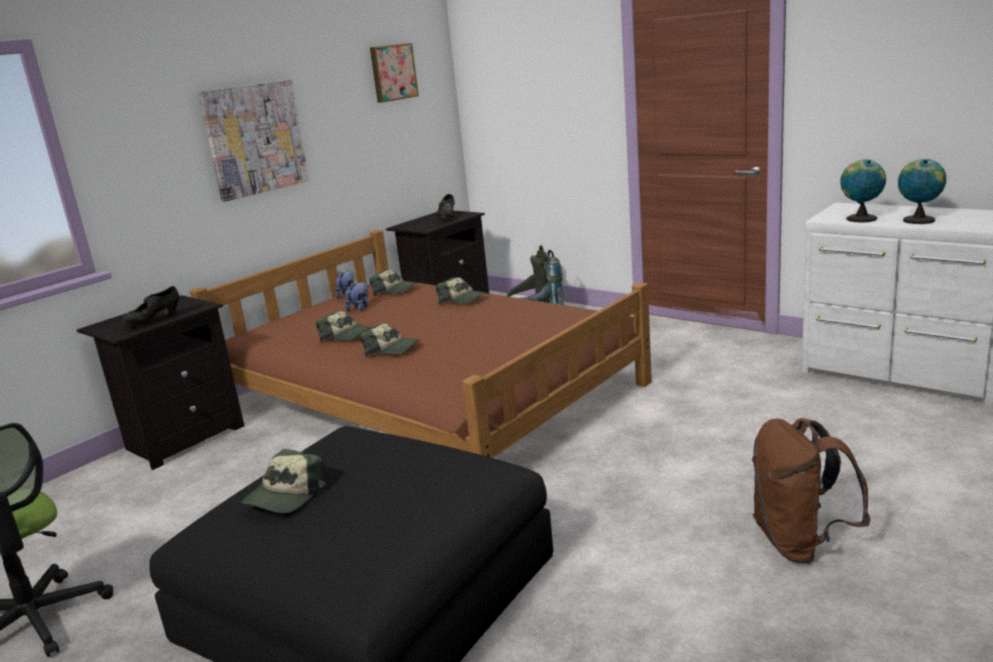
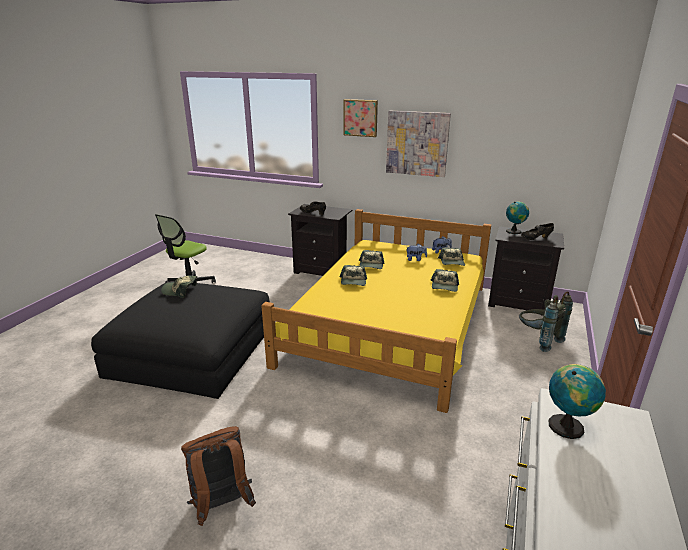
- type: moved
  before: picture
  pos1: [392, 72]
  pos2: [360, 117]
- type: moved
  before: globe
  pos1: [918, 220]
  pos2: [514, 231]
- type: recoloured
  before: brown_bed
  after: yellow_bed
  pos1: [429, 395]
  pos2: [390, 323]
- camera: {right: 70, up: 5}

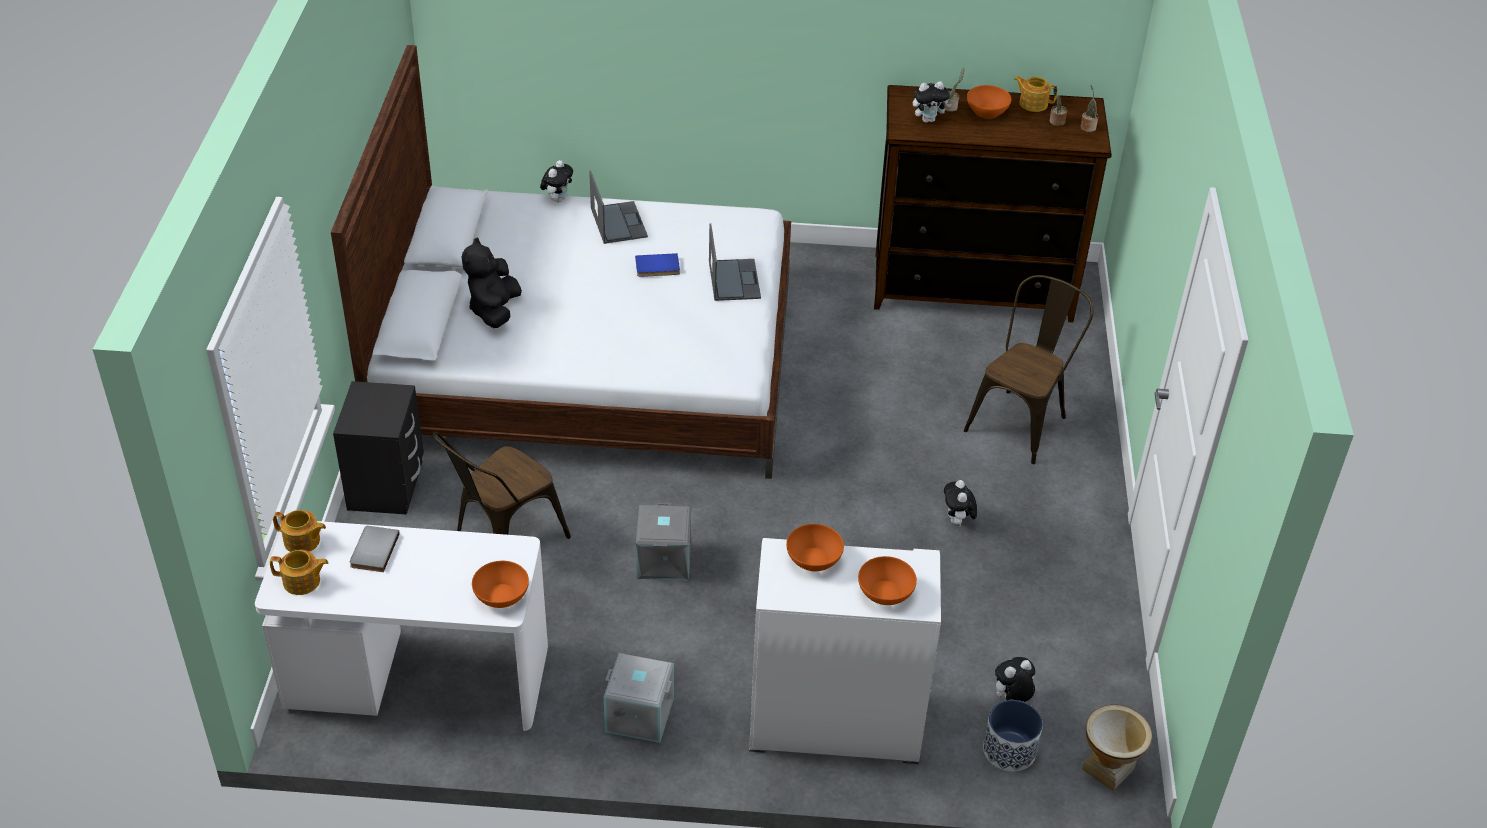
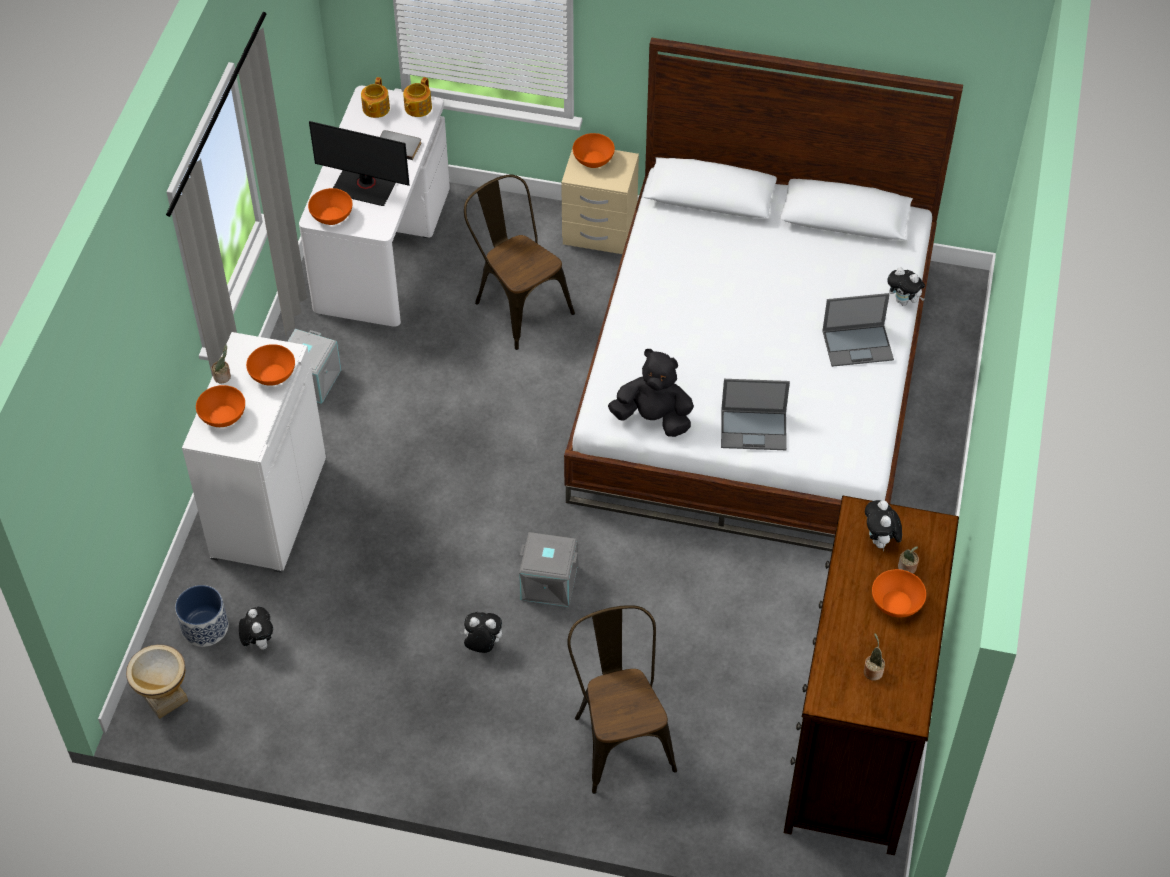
- type: removed
  before: blue_book
  pos1: [657, 268]
- type: removed
  before: teapot
  pos1: [1033, 103]
- type: added
  after: monitor
  pos2: [364, 186]
- type: added
  after: orange_bowl
  pos2: [593, 159]
- type: moved
  before: black_plush_toy
  pos1: [494, 310]
  pos2: [653, 418]
- type: moved
  before: grey_storage_box
  pos1: [665, 561]
  pos2: [548, 584]
- type: moved
  before: potted_plant
  pos1: [1087, 127]
  pos2: [223, 376]
- type: recoloured
  before: black_nightstand
  after: beige_nightstand
  pos1: [386, 486]
  pos2: [599, 231]
- type: turned
  before: brown_chair
  pos1: [1021, 421]
  pos2: [619, 737]
  turn: -150
- camera: {right: 100, up: 10}

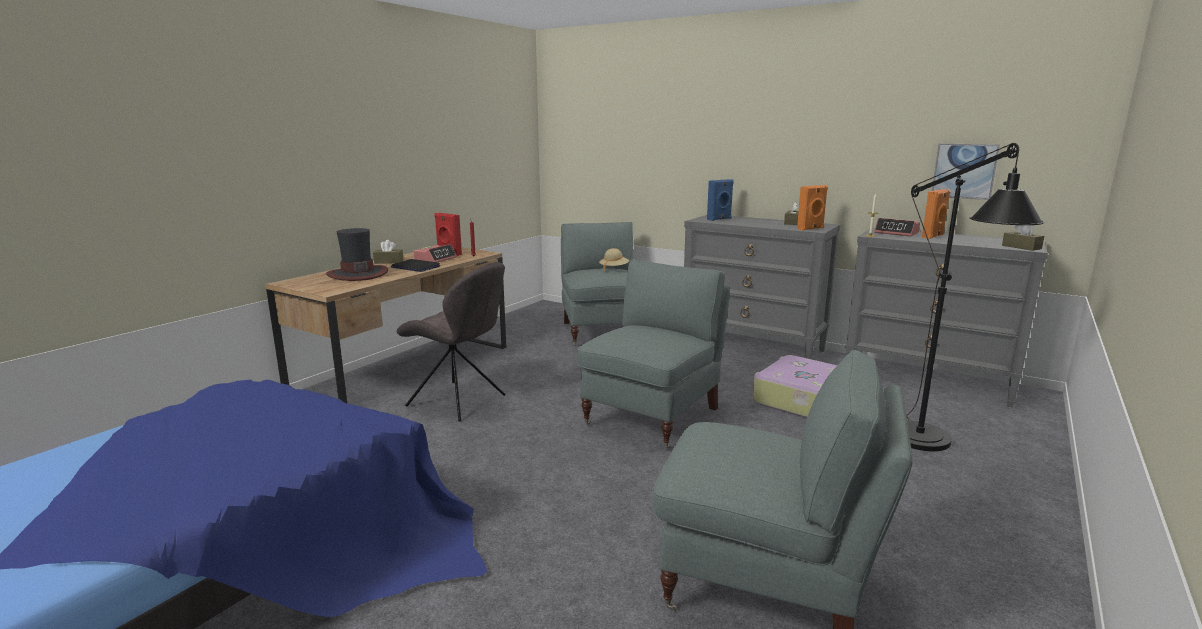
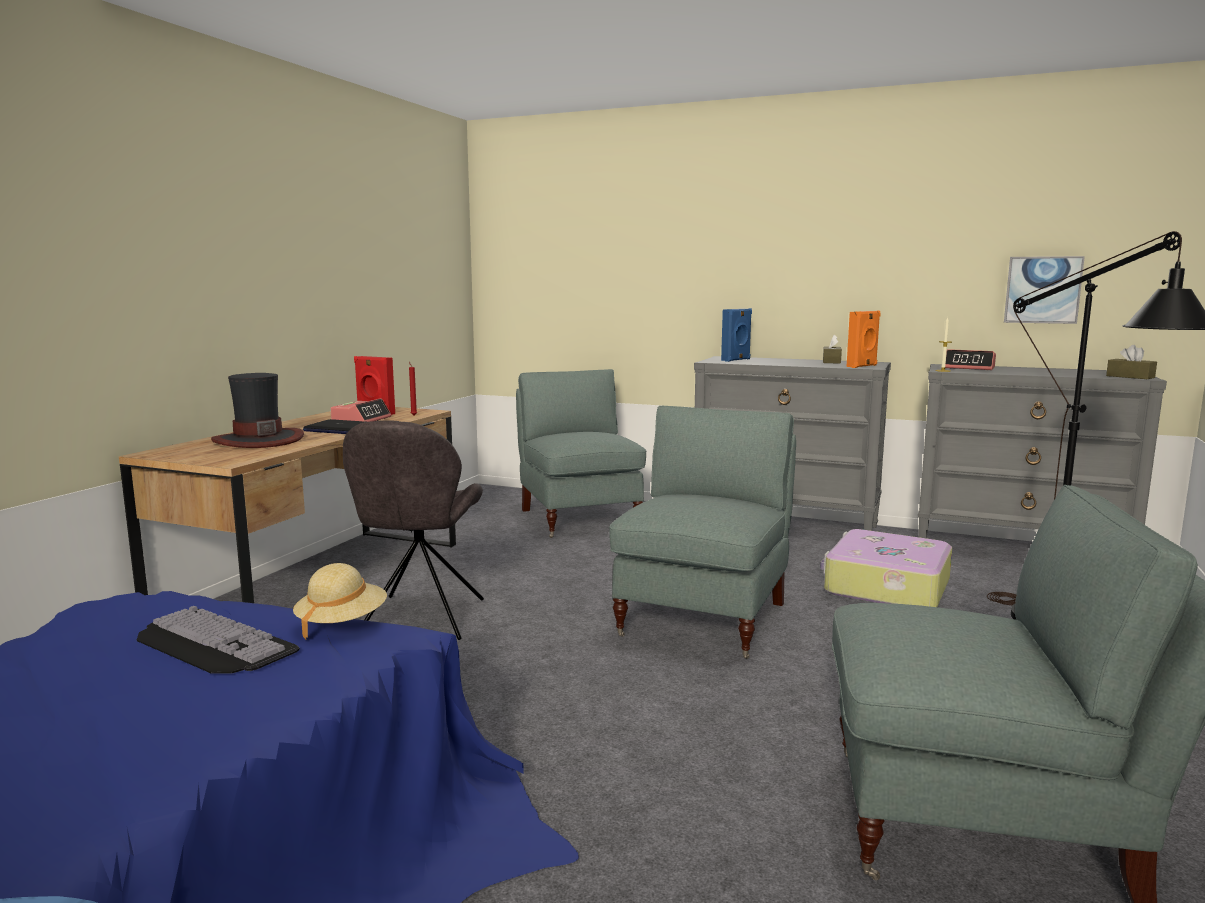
- type: removed
  before: brown_tissue_box
  pos1: [388, 262]
- type: removed
  before: orange_speaker
  pos1: [933, 236]
- type: added
  after: keyboard
  pos2: [208, 643]
- type: moved
  before: beige_hat
  pos1: [614, 269]
  pos2: [342, 623]
- type: turned
  before: grey_chair
  pos1: [459, 401]
  pos2: [420, 619]
  turn: 75
- camera: {right: -10, up: -5}

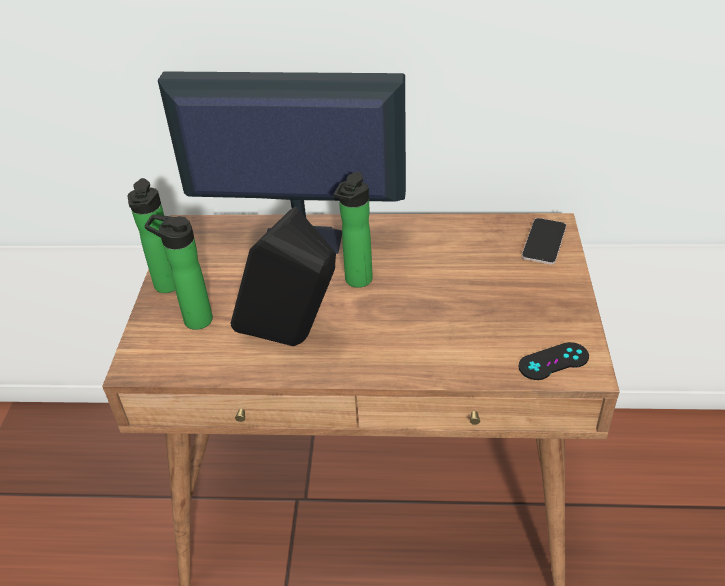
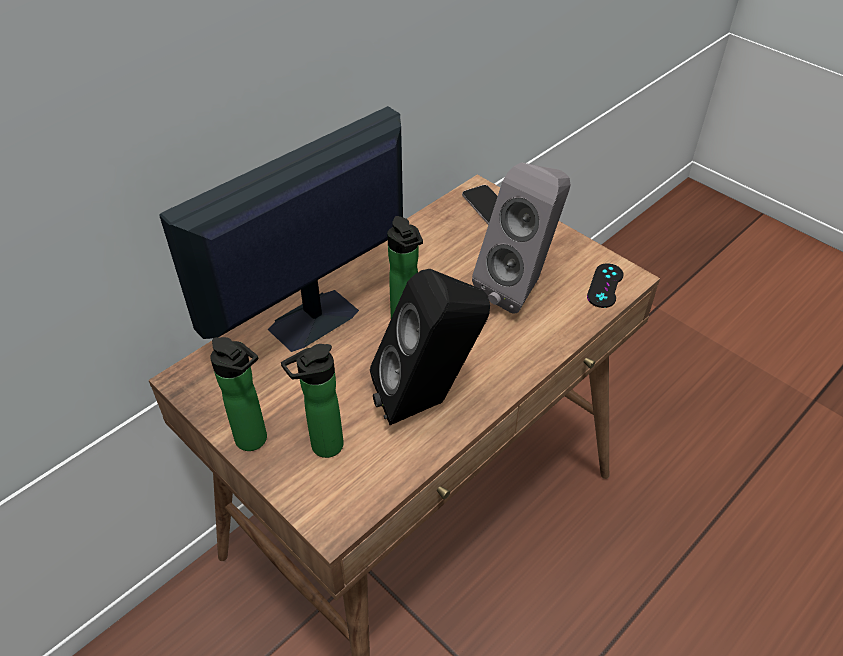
- type: added
  after: grey_speaker
  pos2: [520, 288]
- camera: {right: -50, up: 5}

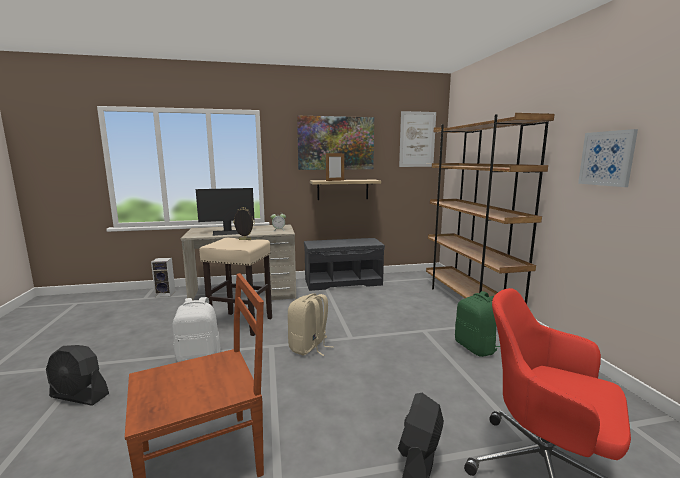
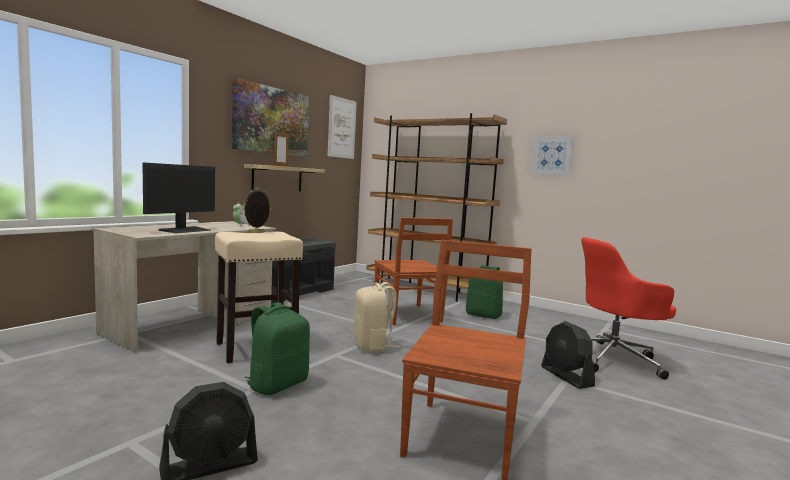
- type: removed
  before: speaker
  pos1: [166, 294]
- type: added
  after: brown_chair
  pos2: [407, 315]
- type: recoloured
  before: white_backpack
  after: green_backpack
  pos1: [199, 356]
  pos2: [277, 384]
- camera: {right: -45, up: -5}

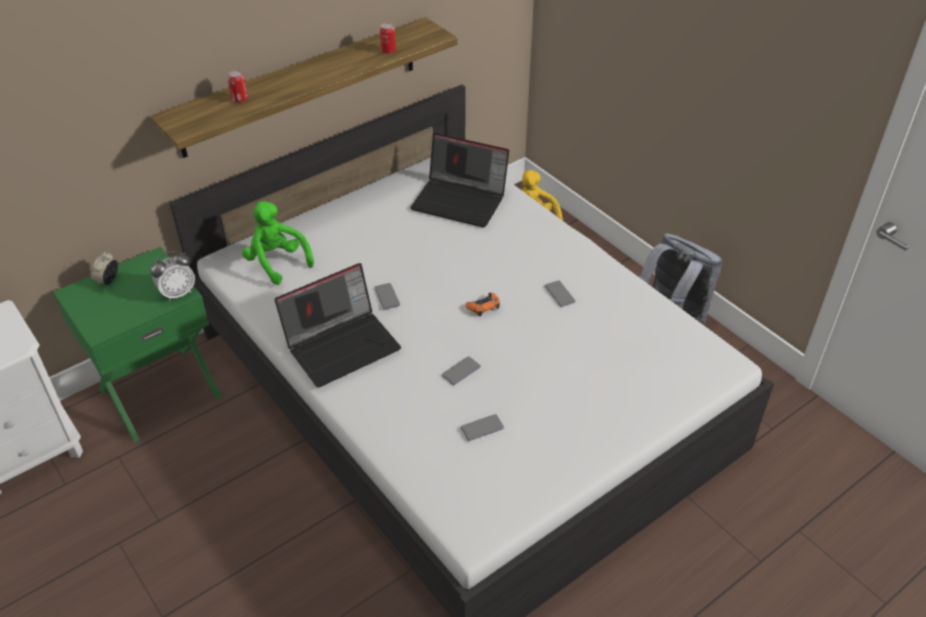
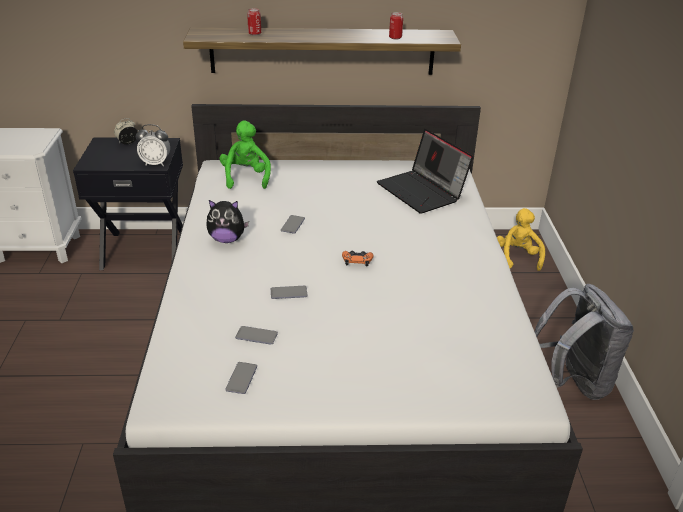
- type: moved
  before: phone
  pos1: [559, 294]
  pos2: [241, 378]
- type: replaced
  before: laptop
  after: plush_toy
  pos1: [342, 345]
  pos2: [227, 239]
- type: recoloured
  before: green_nightstand
  after: black_nightstand
  pos1: [159, 391]
  pos2: [144, 249]
- camera: {right: 35, up: -10}

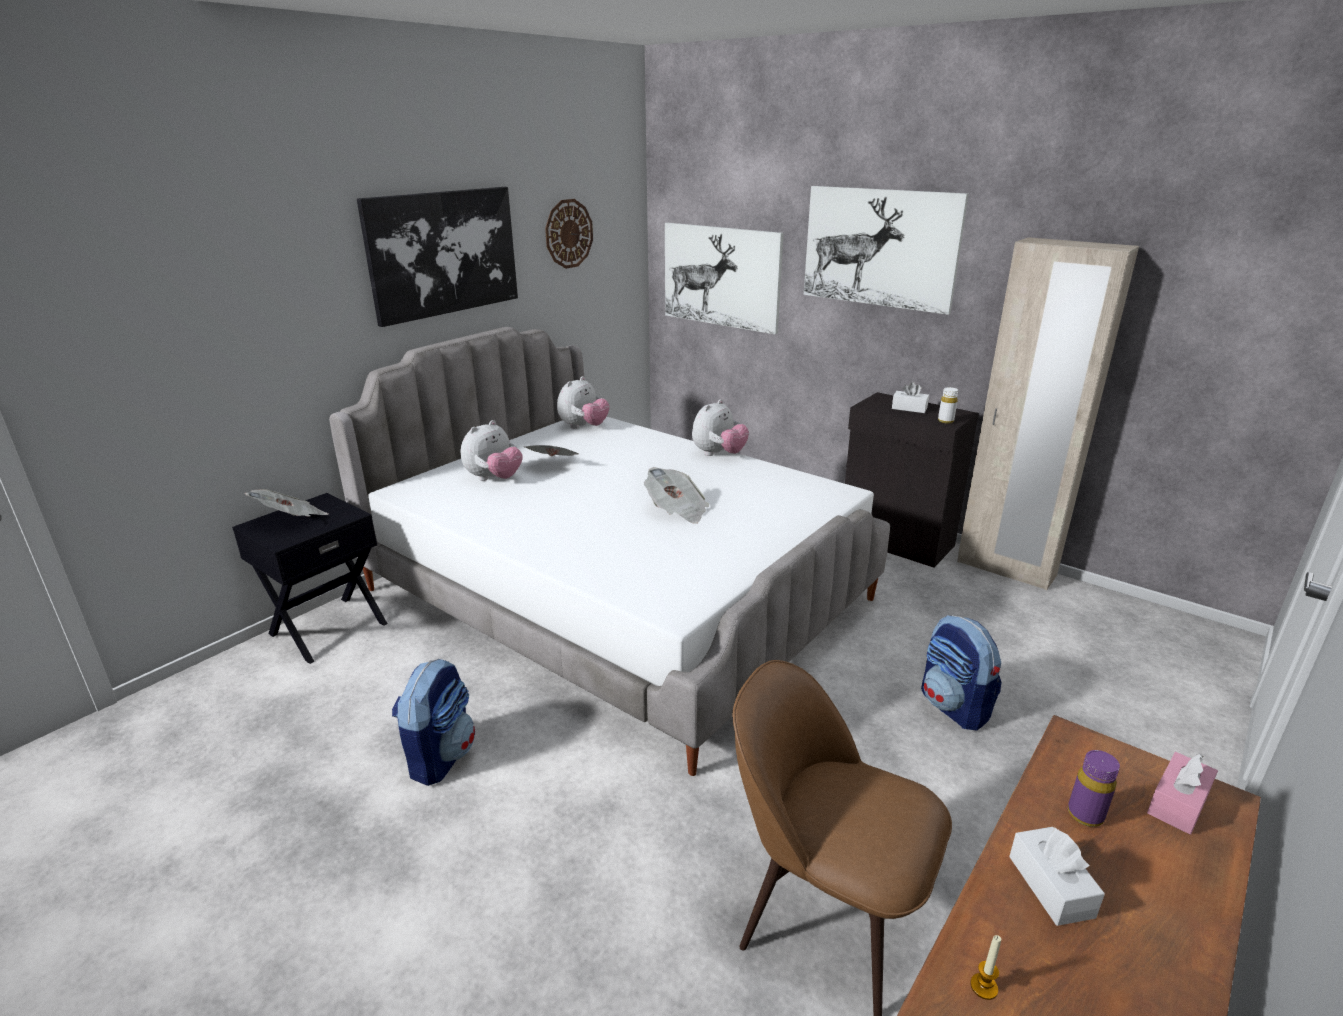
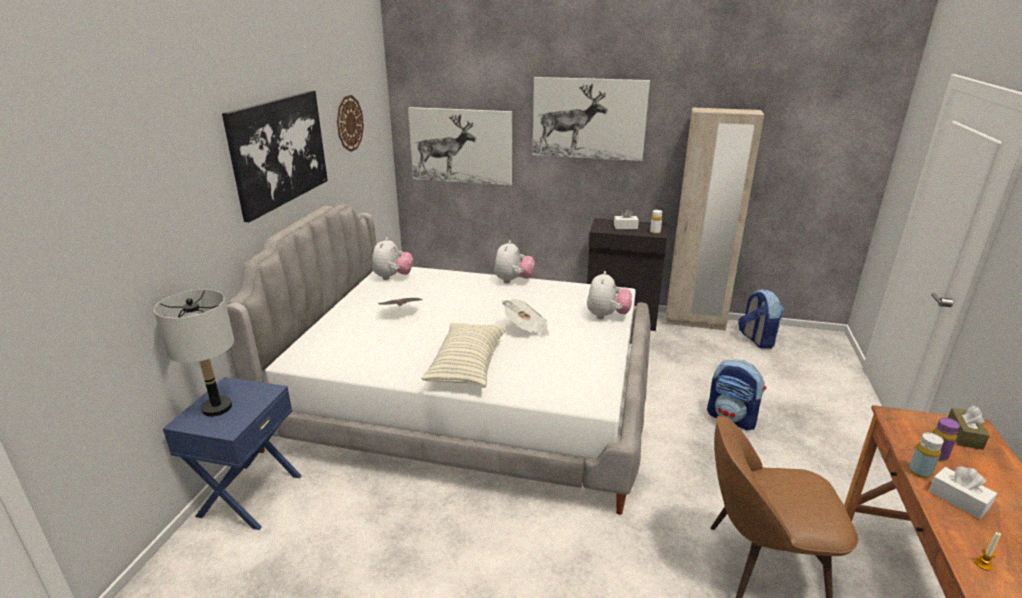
- type: added
  after: pillow
  pos2: [467, 366]
- type: added
  after: yellow_bottle
  pos2: [919, 472]
- type: moved
  before: backpack
  pos1: [440, 756]
  pos2: [756, 339]
- type: moved
  before: plush_toy
  pos1: [494, 479]
  pos2: [607, 316]
- type: replaced
  before: newspaper
  after: grey_table_lamp
  pos1: [292, 519]
  pos2: [217, 408]
- type: recoloured
  before: black_nightstand
  after: blue_nightstand
  pos1: [327, 628]
  pos2: [249, 495]
- type: recoloured
  before: pink_tissue_box
  after: brown_tissue_box
  pos1: [1178, 803]
  pos2: [964, 435]
- camera: {right: -25, up: 0}

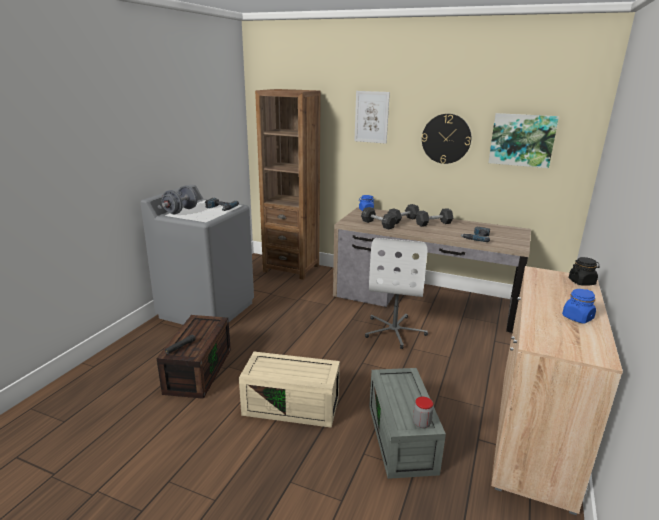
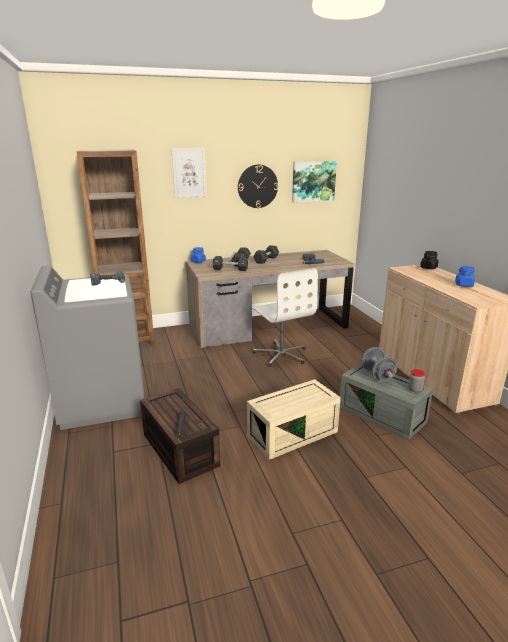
- type: moved
  before: grey_dumbbell
  pos1: [181, 211]
  pos2: [377, 375]
- camera: {right: -40, up: 0}

